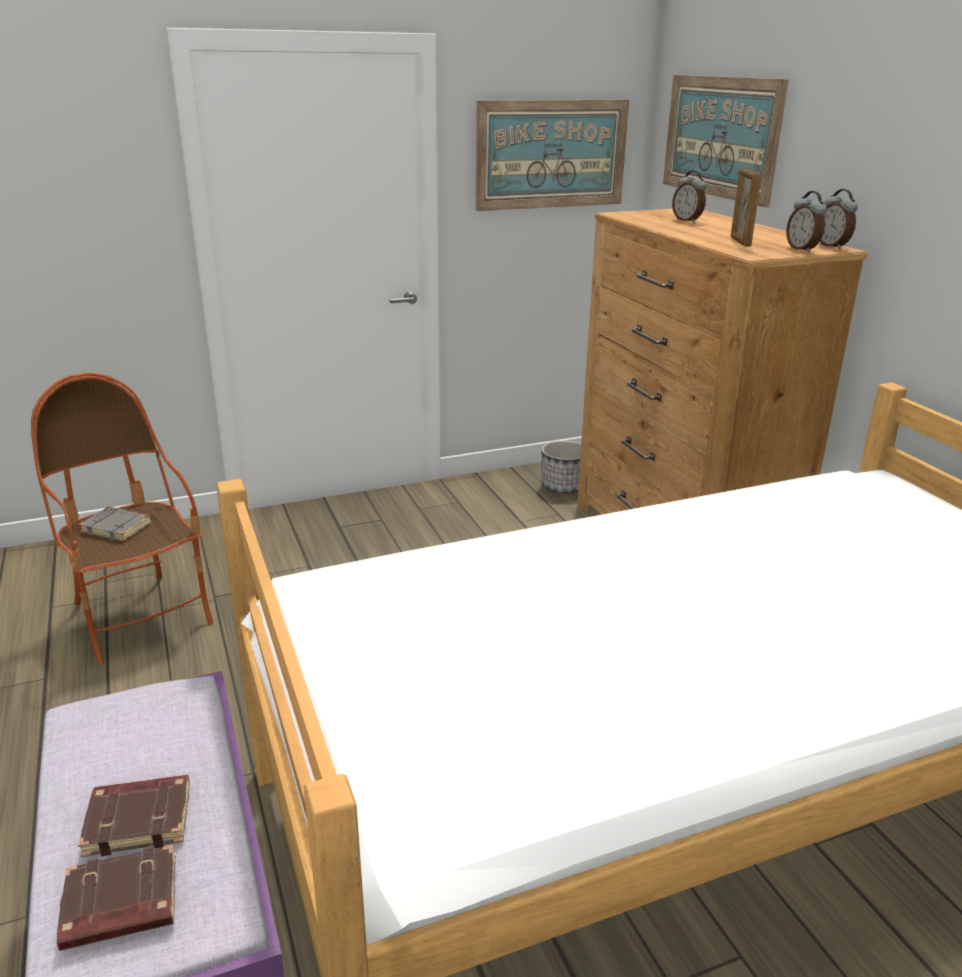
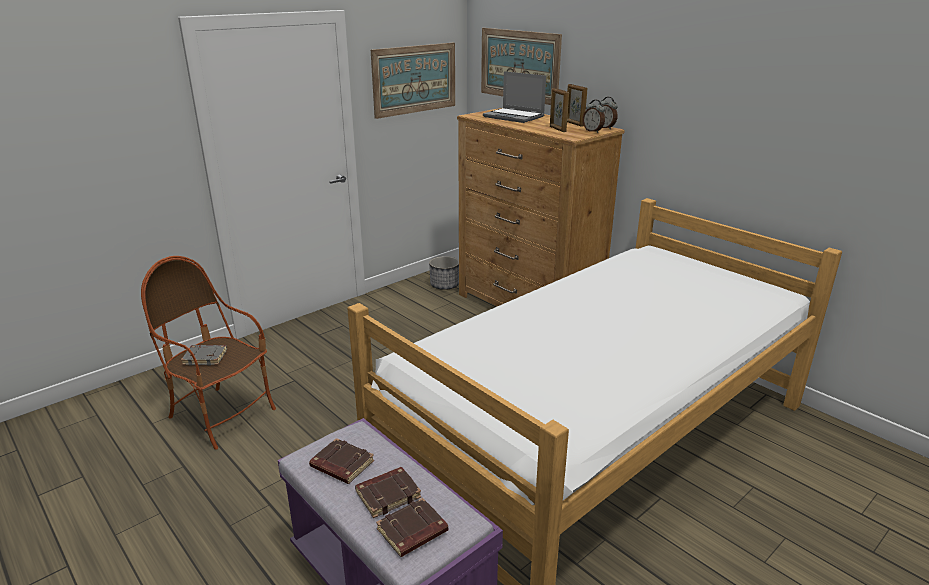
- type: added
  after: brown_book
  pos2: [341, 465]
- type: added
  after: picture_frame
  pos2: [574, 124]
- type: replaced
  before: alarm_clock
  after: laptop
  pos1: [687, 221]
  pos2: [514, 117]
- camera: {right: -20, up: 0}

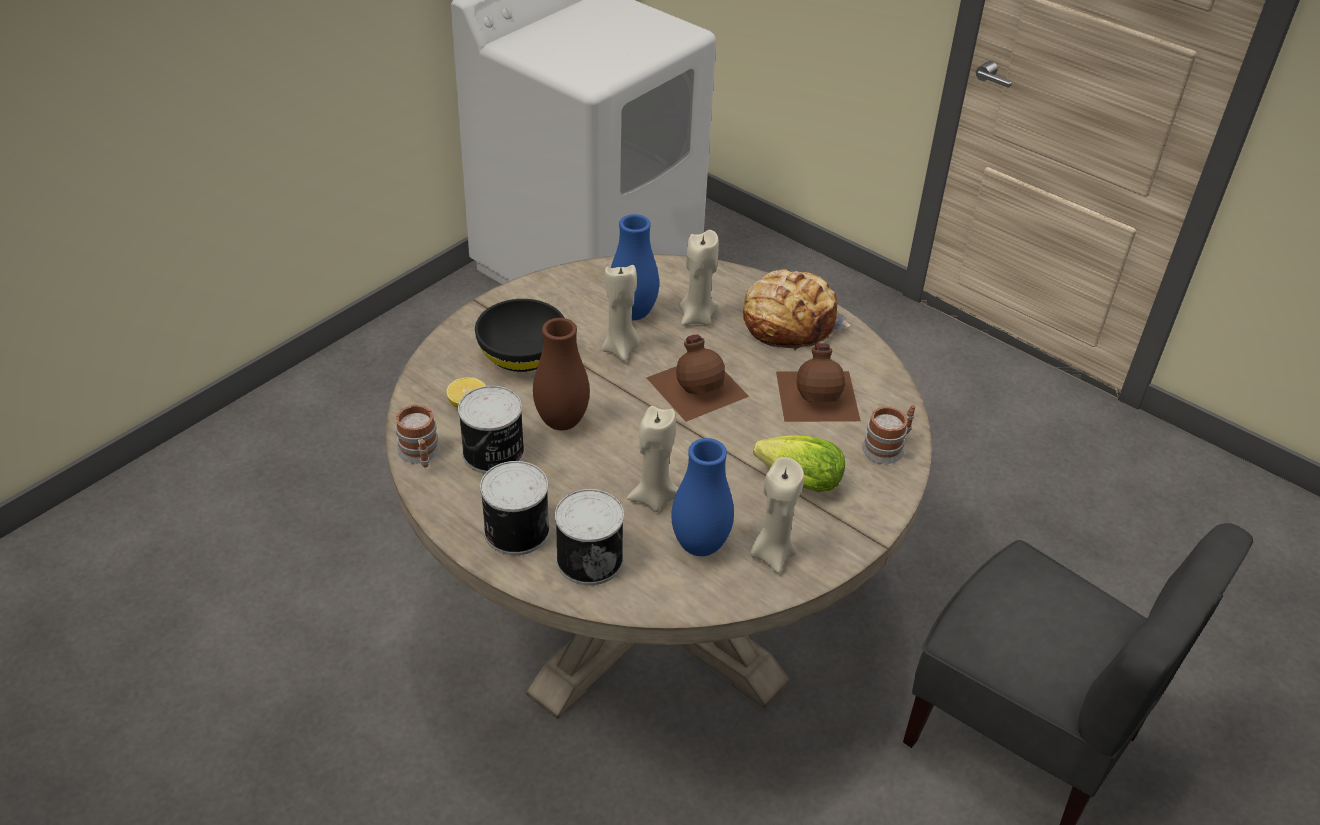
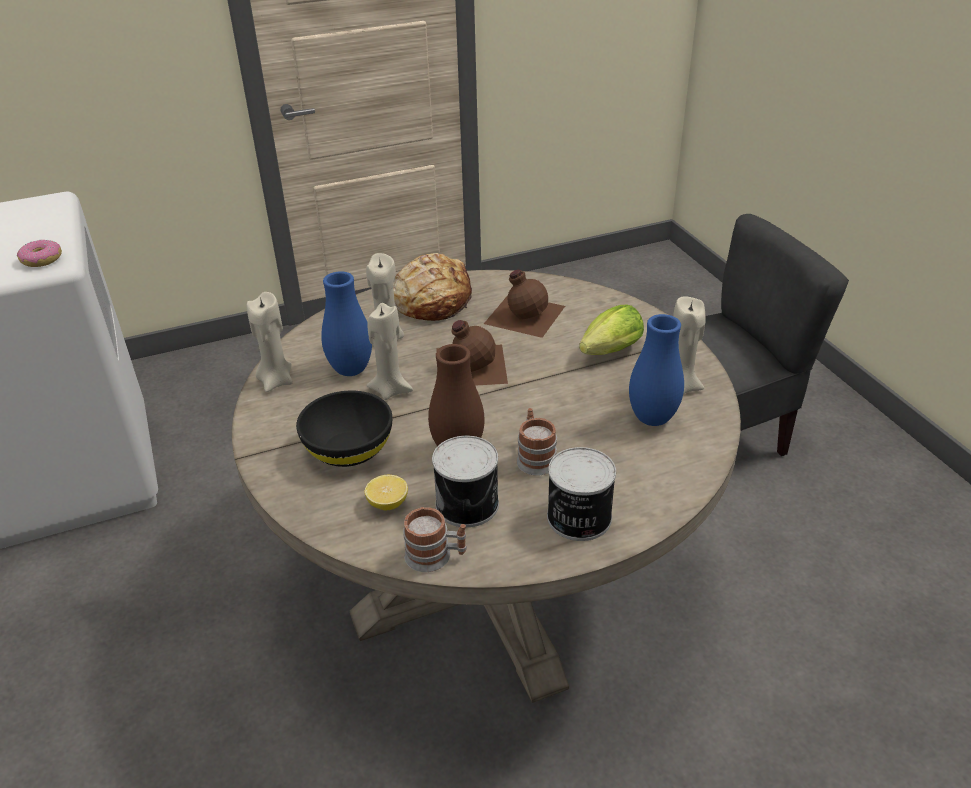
- type: removed
  before: can
  pos1: [589, 558]
- type: added
  after: donut
  pos2: [41, 260]
- type: moved
  before: beige_candle
  pos1: [654, 497]
  pos2: [276, 381]
- type: moved
  before: mug
  pos1: [888, 447]
  pos2: [535, 457]
- camera: {right: -60, up: -5}

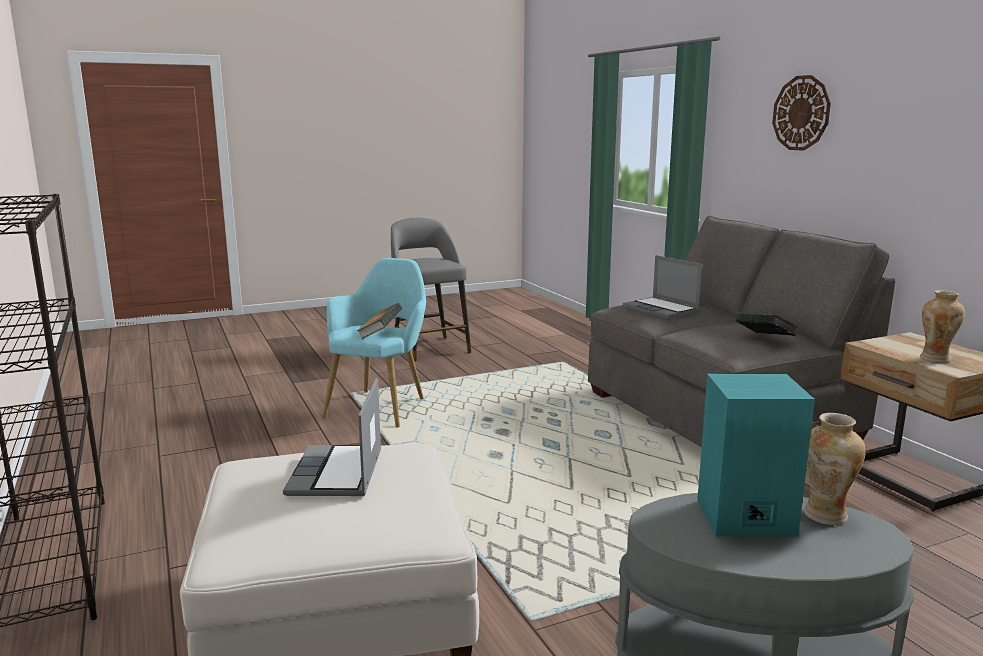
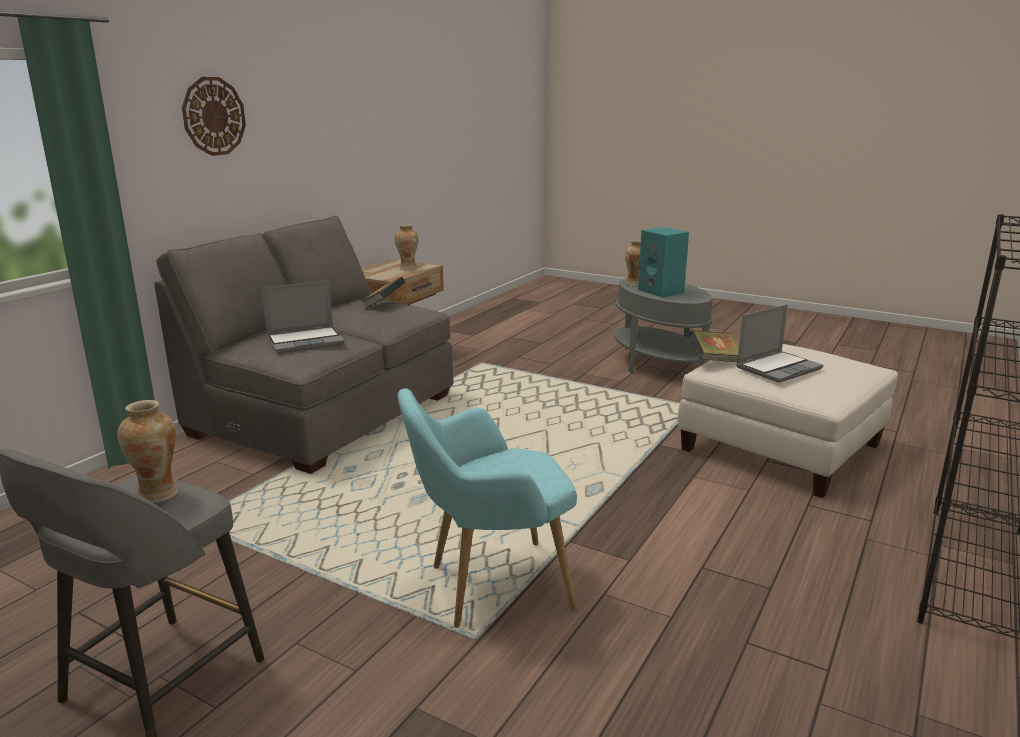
- type: added
  after: vase
  pos2: [158, 494]
- type: moved
  before: book
  pos1: [380, 334]
  pos2: [714, 360]
- type: turned
  before: laptop
  pos1: [662, 309]
  pos2: [306, 341]
  turn: 45
- camera: {right: -125, up: 5}

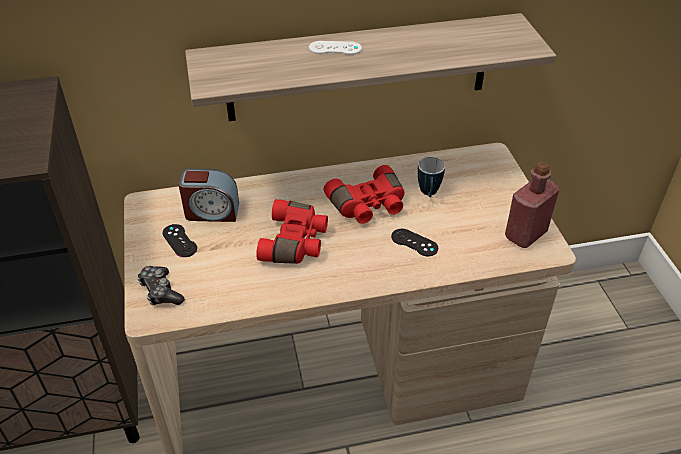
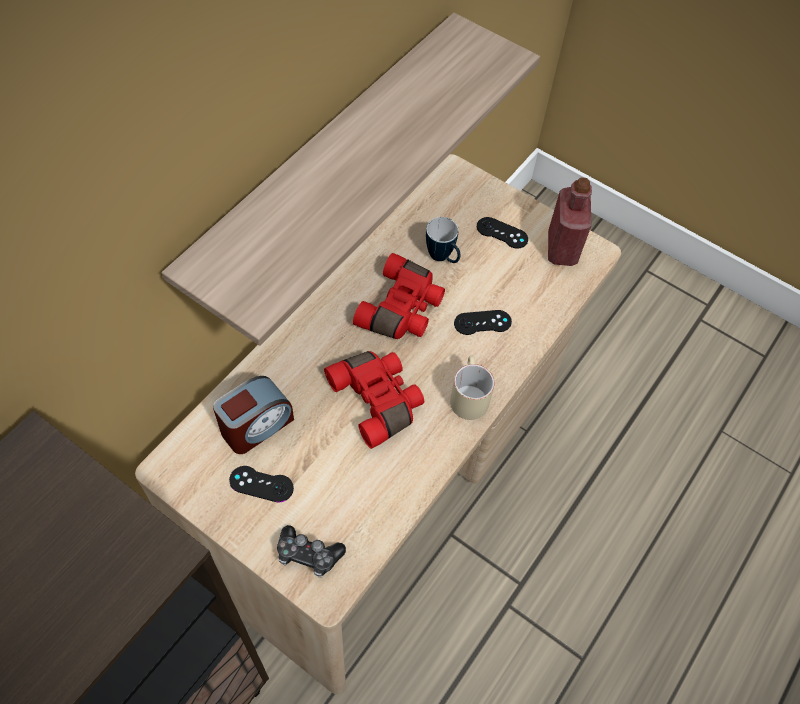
- type: removed
  before: white_game_controller
  pos1: [335, 48]
- type: added
  after: beige_mug
  pos2: [467, 395]
- type: added
  after: black_game_controller
  pos2: [502, 233]
- camera: {right: -45, up: 15}

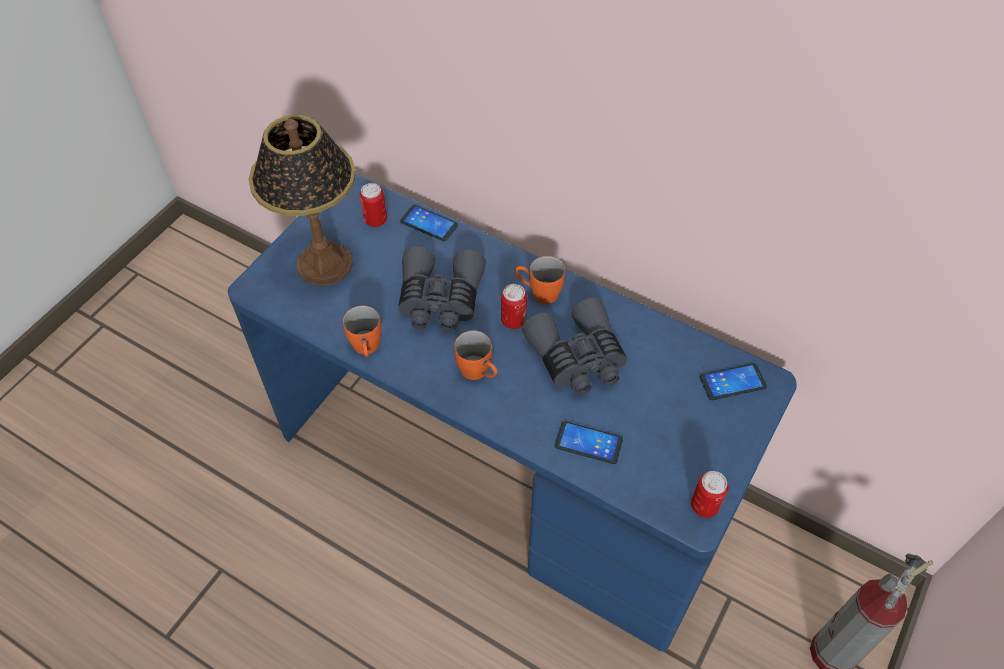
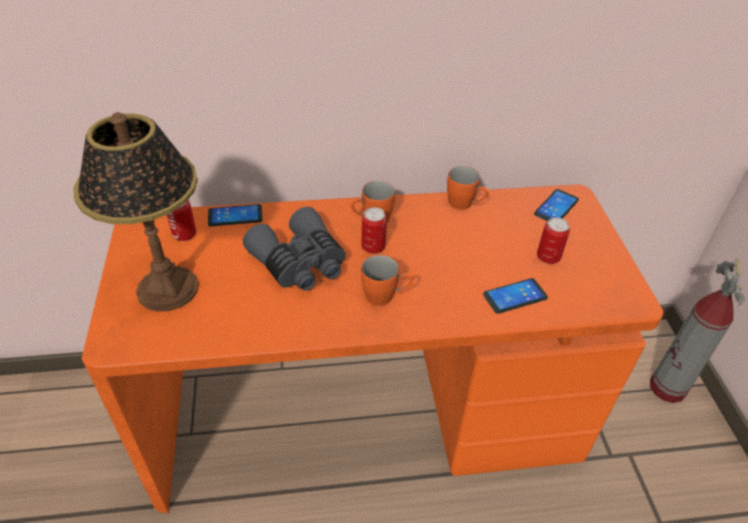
- type: removed
  before: grey_binoculars
  pos1: [578, 358]
- type: moved
  before: orange_mug
  pos1: [367, 349]
  pos2: [465, 205]
- type: moved
  before: can
  pos1: [704, 506]
  pos2: [548, 257]
- type: recoloured
  before: blue_desk
  after: orange_desk
  pos1: [502, 469]
  pos2: [368, 414]
- camera: {right: -40, up: -10}

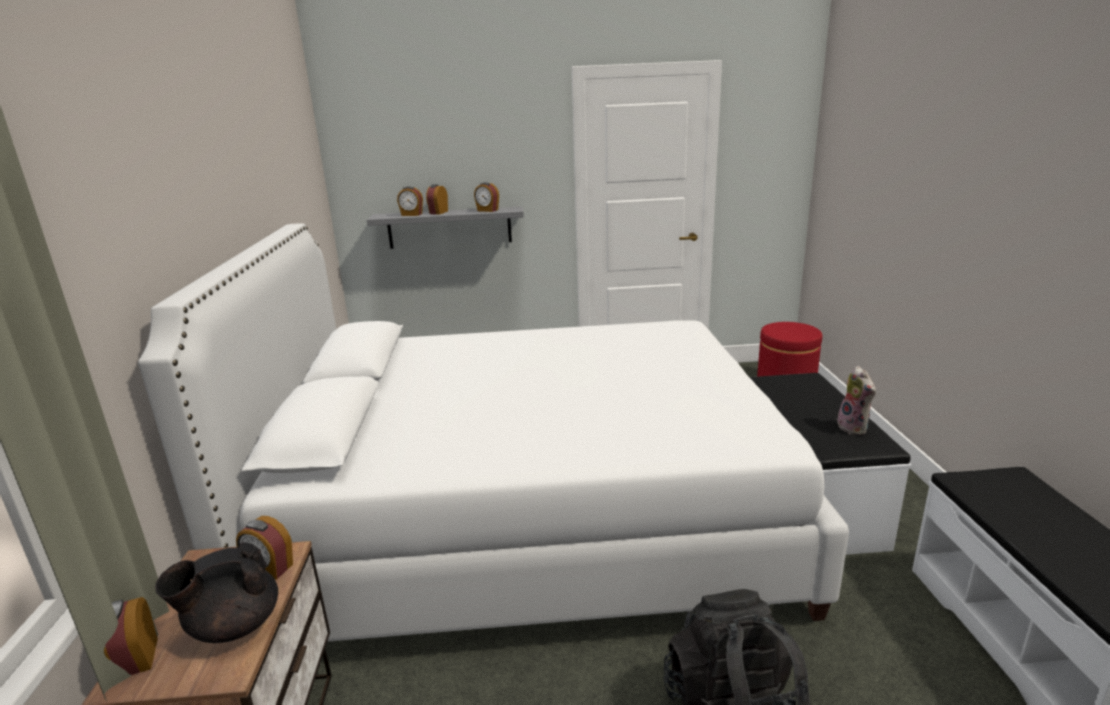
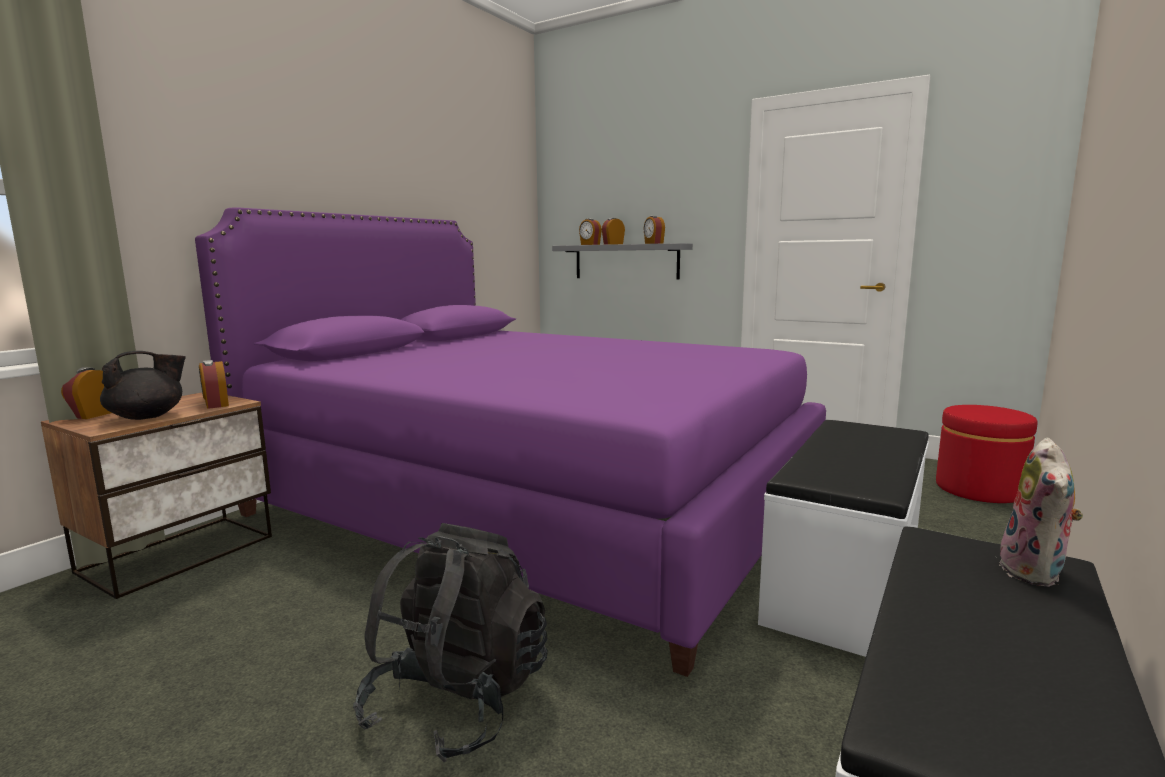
- type: moved
  before: plush_toy
  pos1: [855, 428]
  pos2: [1036, 573]
- type: recoloured
  before: white_bed
  after: purple_bed
  pos1: [531, 518]
  pos2: [534, 505]
- type: turned
  before: black_teapot
  pos1: [233, 626]
  pos2: [148, 417]
  turn: 135
- camera: {right: 35, up: -10}

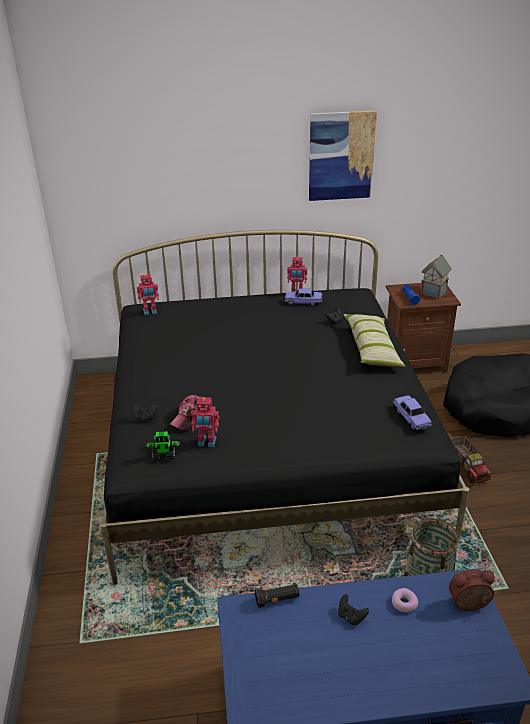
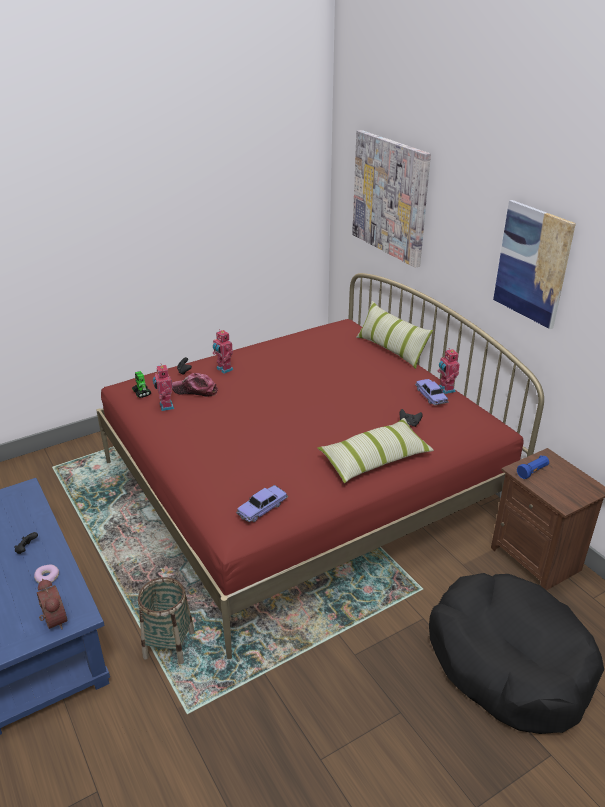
- type: removed
  before: black_flashlight
  pos1: [277, 600]
- type: removed
  before: toy_house
  pos1: [433, 293]
- type: removed
  before: toy_truck
  pos1: [468, 467]
- type: added
  after: picture
  pos2: [390, 197]
- type: added
  after: pillow
  pos2: [391, 349]
- type: moved
  before: toy_robot
  pos1: [150, 312]
  pos2: [223, 369]
- type: recoloured
  before: black_bed
  after: red_bed
  pos1: [266, 446]
  pos2: [303, 488]
- camera: {right: 65, up: 0}

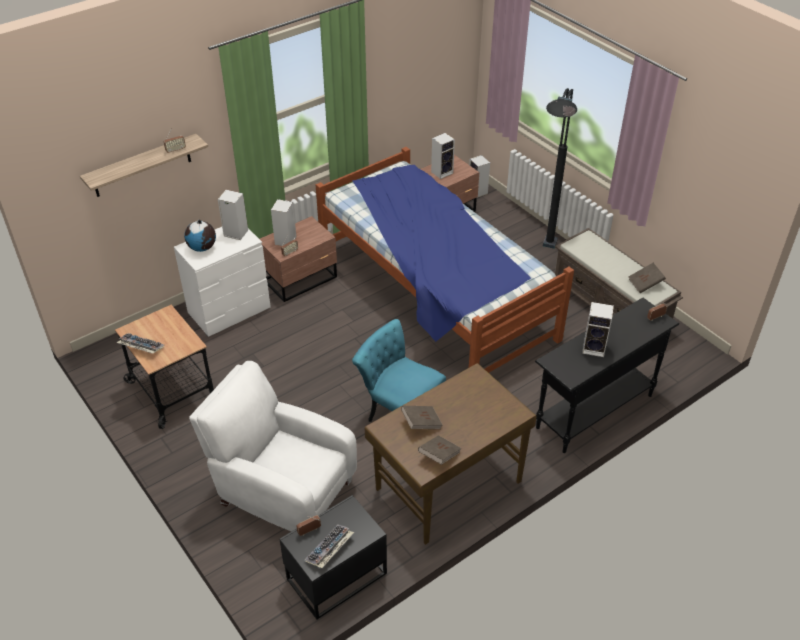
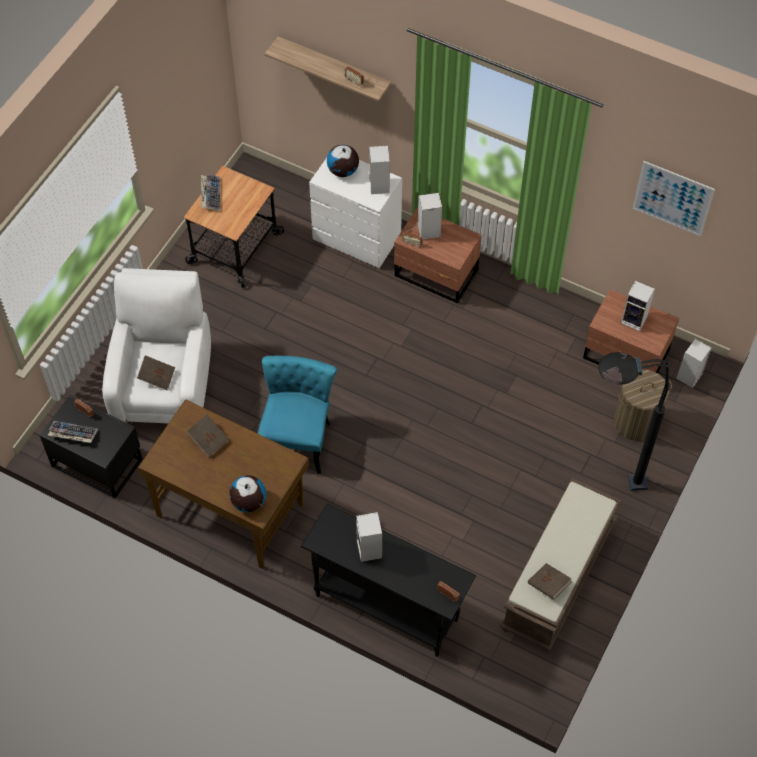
- type: removed
  before: bed
  pos1: [434, 296]
- type: added
  after: globe
  pos2: [248, 502]
- type: added
  after: laundry_basket
  pos2: [635, 422]
- type: added
  after: picture
  pos2: [672, 198]
- type: moved
  before: brown_book
  pos1: [439, 455]
  pos2: [157, 377]
- camera: {right: 65, up: 15}

